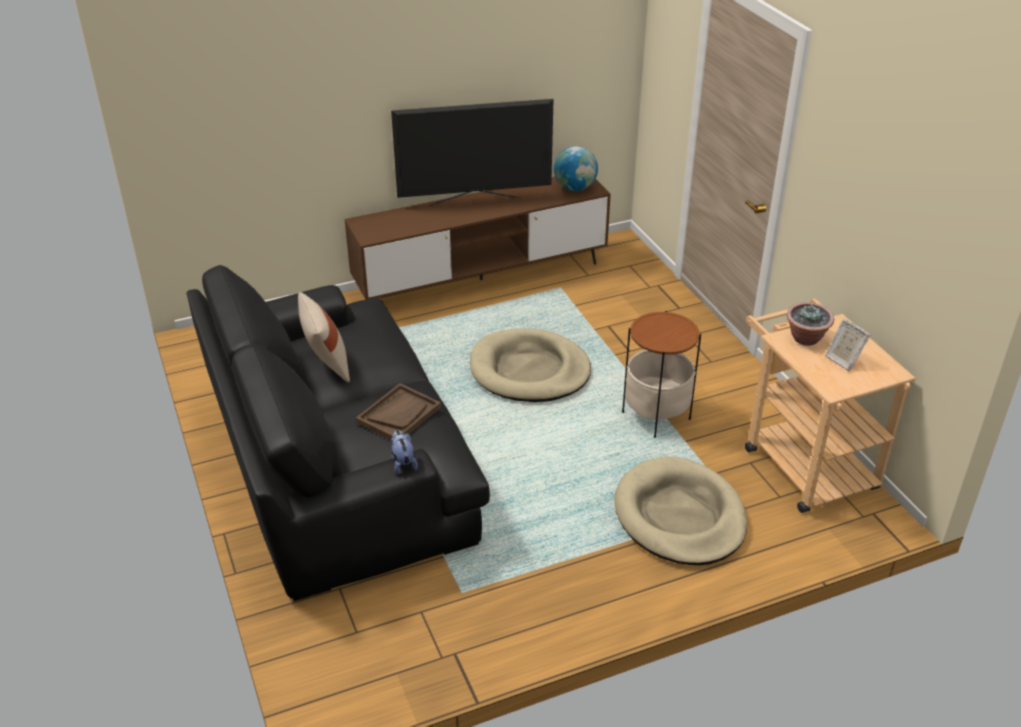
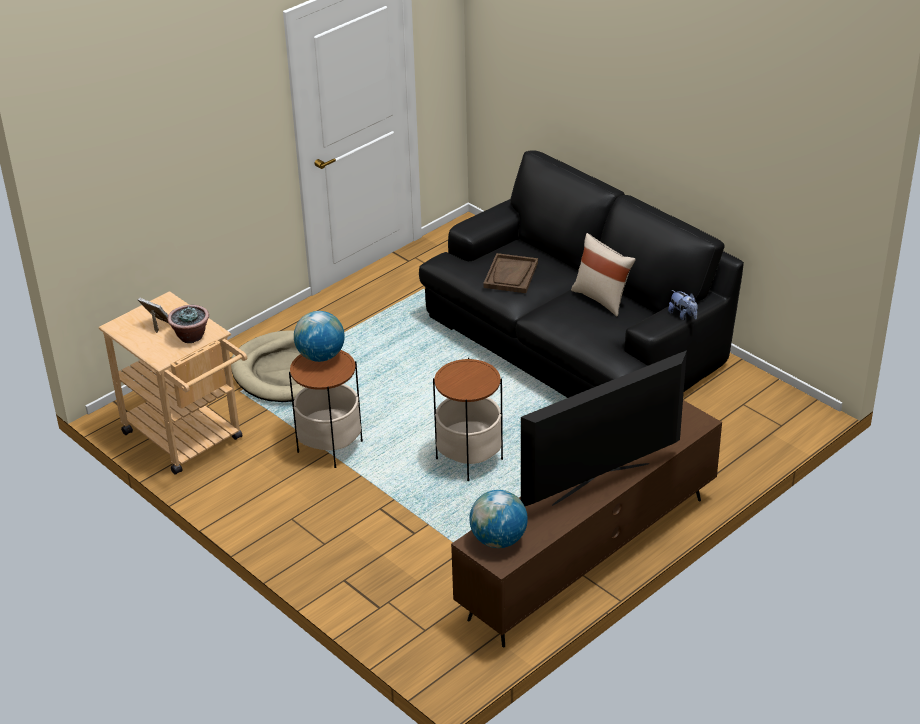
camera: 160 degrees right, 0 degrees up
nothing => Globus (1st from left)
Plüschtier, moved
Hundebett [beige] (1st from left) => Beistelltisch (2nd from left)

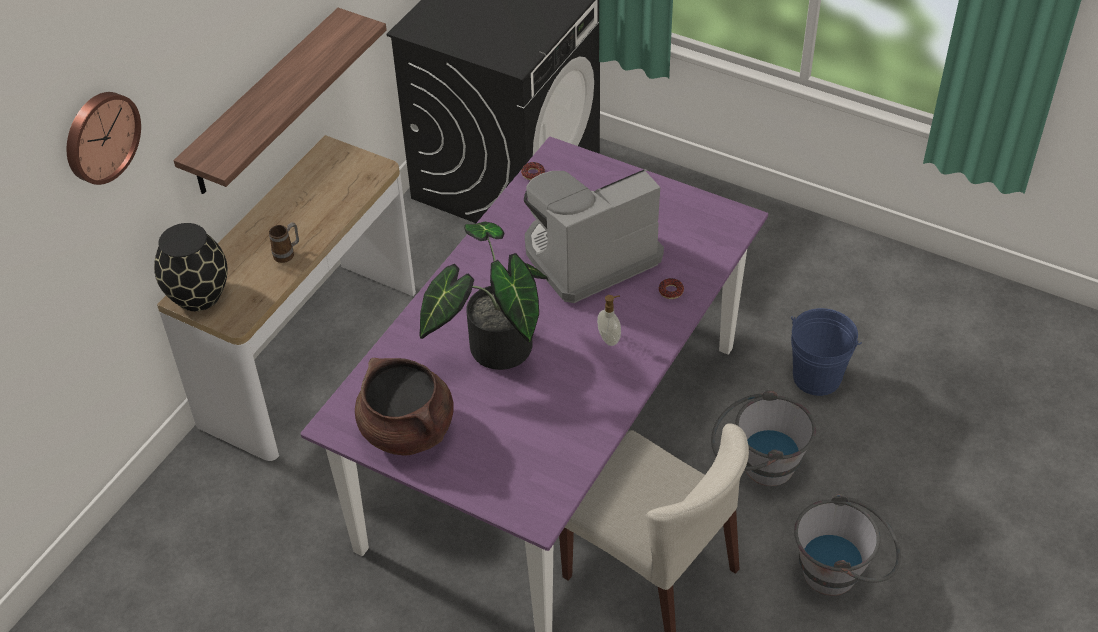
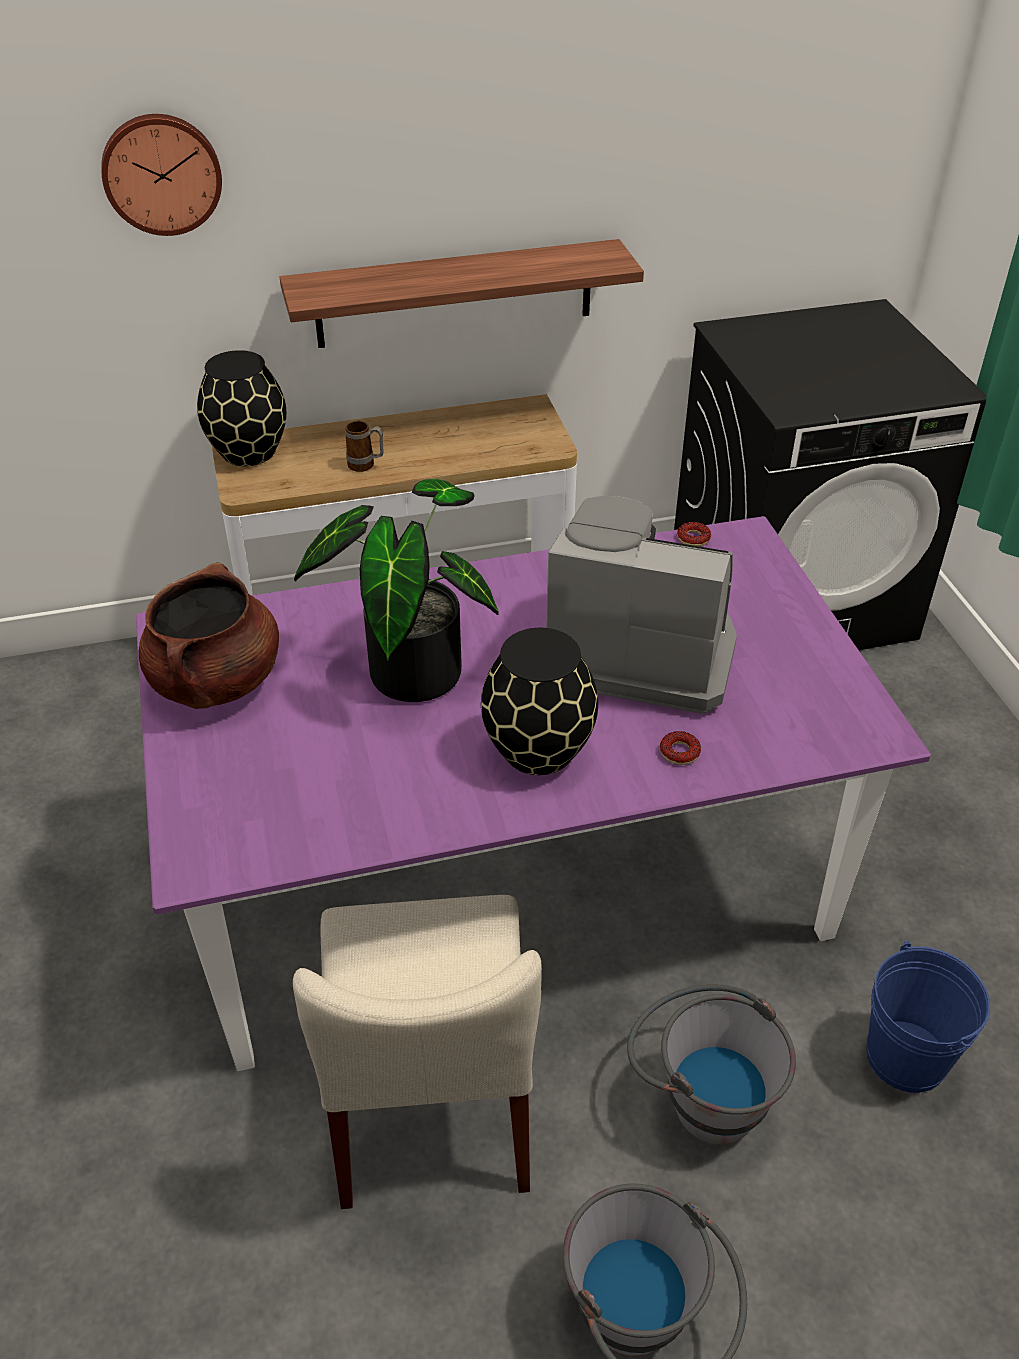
camera: 45 degrees right, 5 degrees down
Seifenspender => Vase [schwarz] (2nd from left)

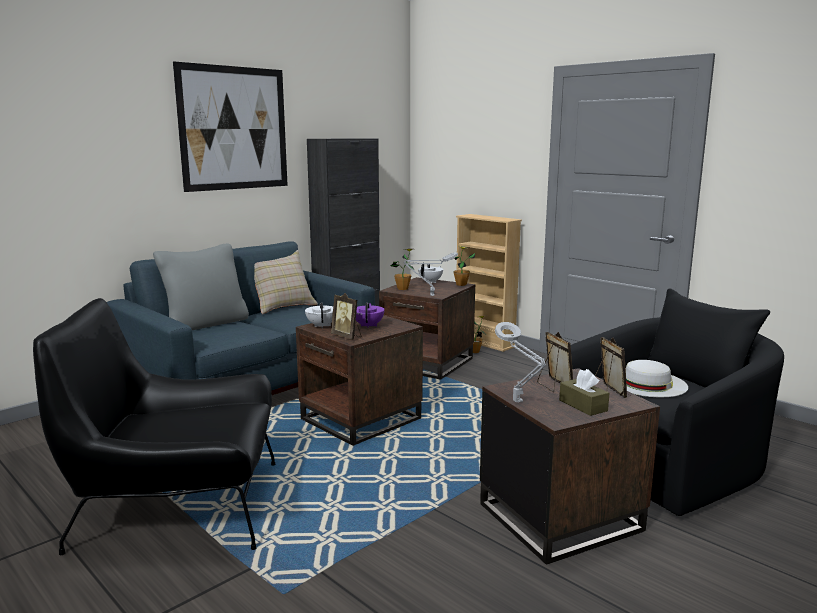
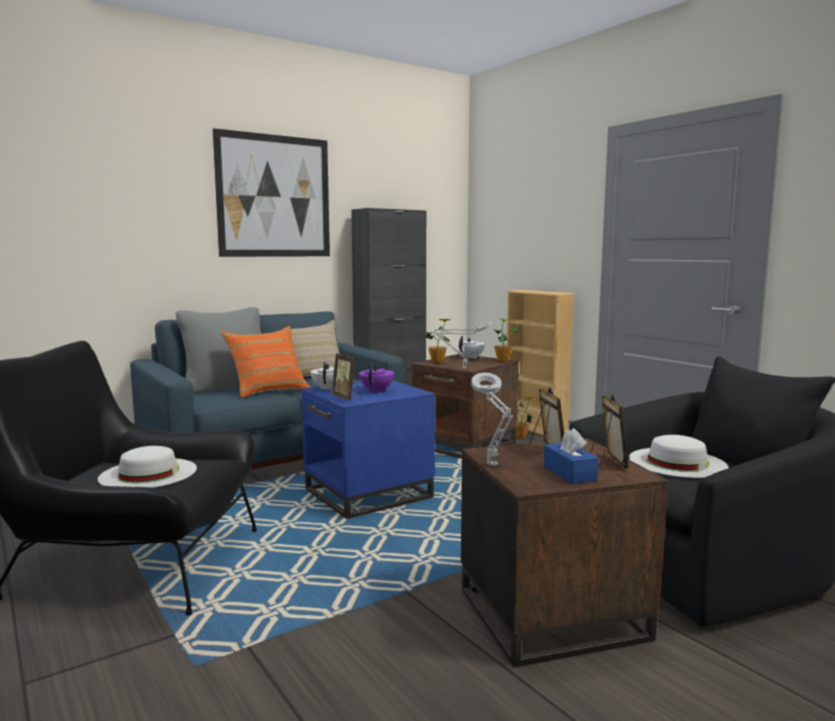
camera: 10 degrees right, 5 degrees down
nothing => Hut [weiß] (1st from left)
nothing => Kissen [orange]
Beistelltisch [braun] (1st from left) => Beistelltisch [blau]
Taschentuchbox [braun] => Taschentuchbox [blau]

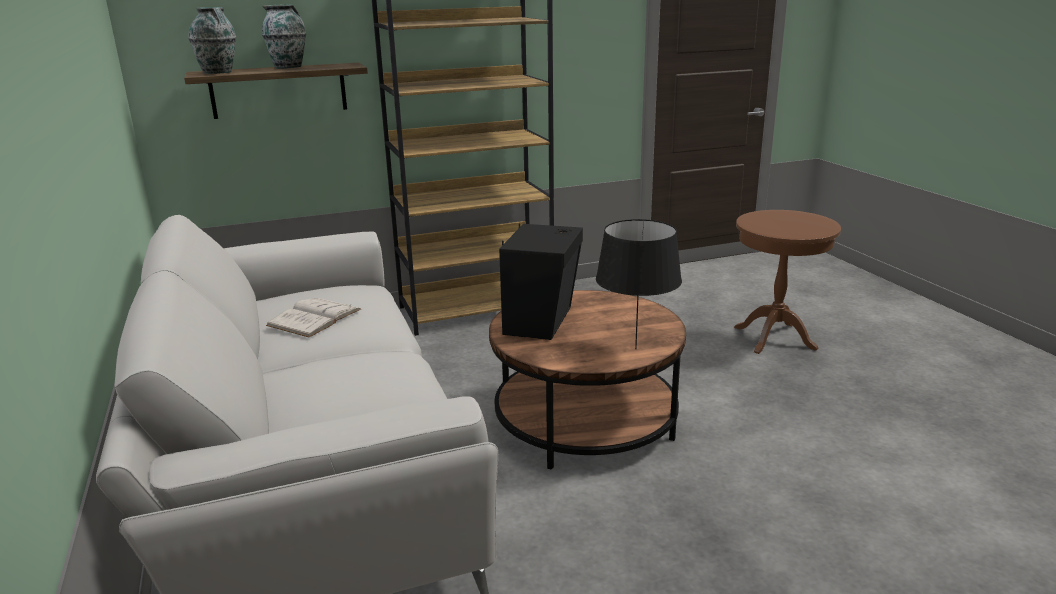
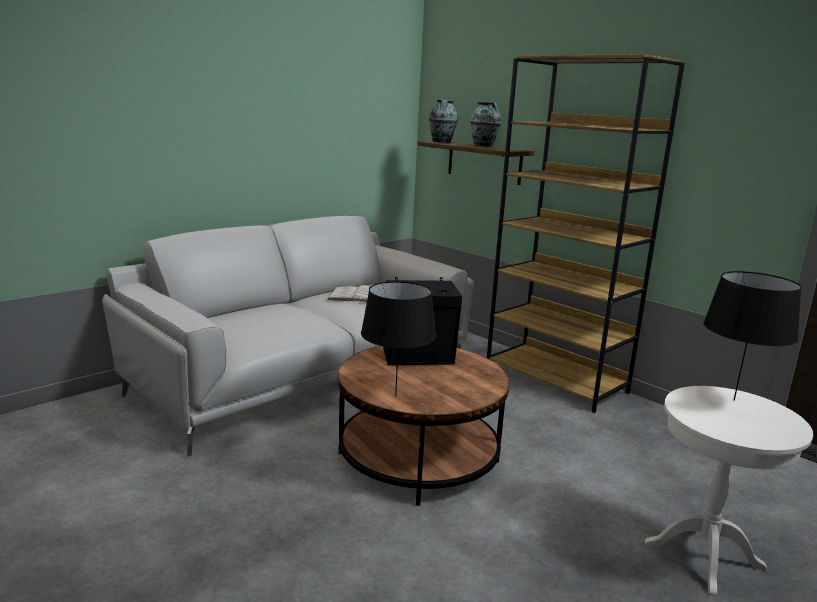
camera: 65 degrees right, 5 degrees down
nothing => Tischlampe [schwarz] (2nd from left)
Beistelltisch [braun] => Beistelltisch [weiß]

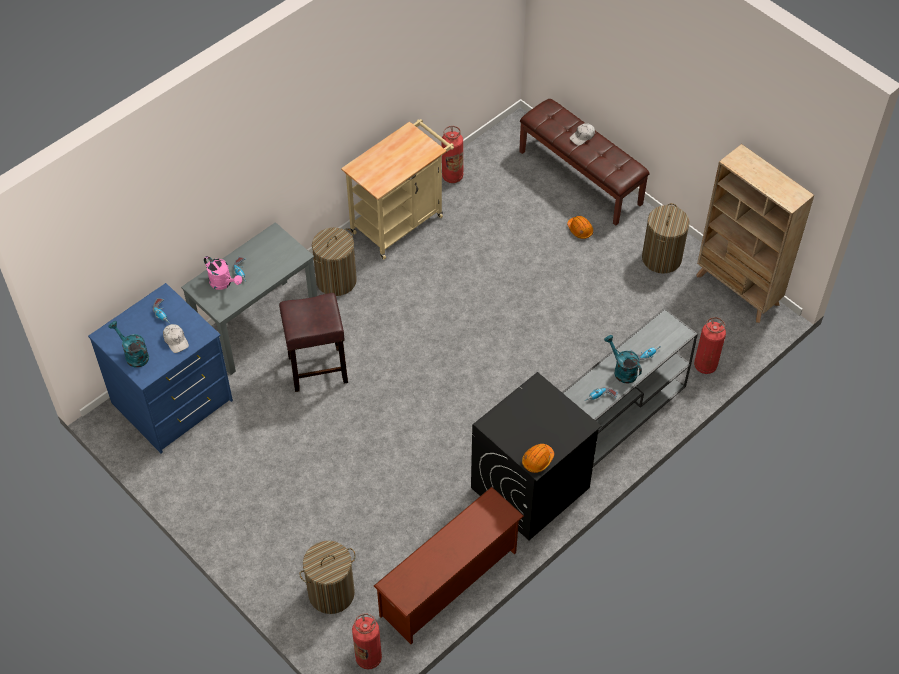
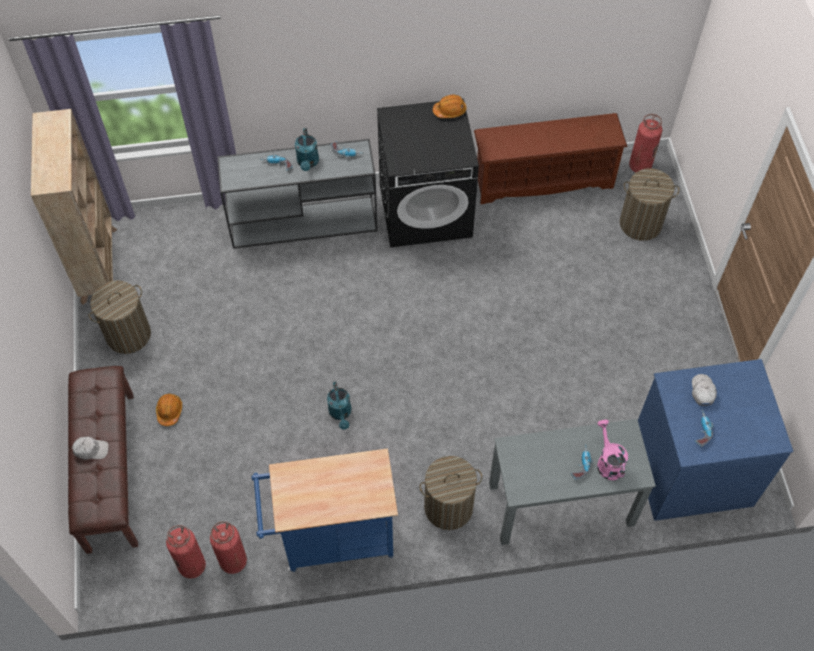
camera: 145 degrees left, 5 degrees up
Hocker [braun] => nothing
Gießkanne [türkis] (1st from left in the first image) => Gießkanne [türkis] (2nd from left), moved
Feuerlöscher (3rd from left in the first image) => Feuerlöscher (1st from left), moved
Rollwagen [beige] => Rollwagen [blau]

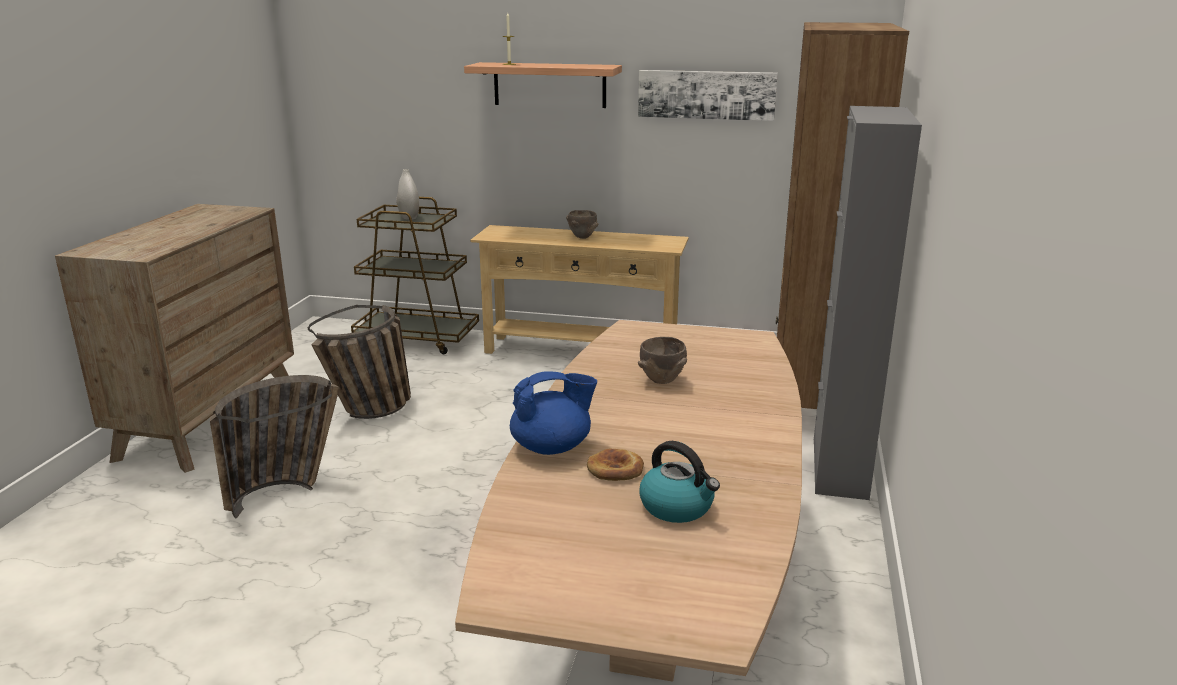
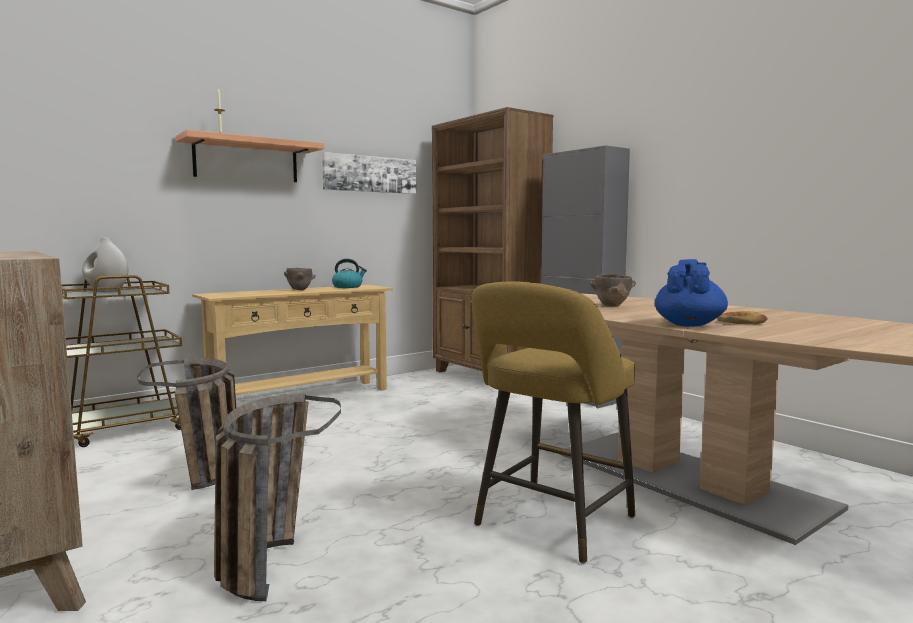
camera: 50 degrees left, 15 degrees down
nothing => Hocker [gelb]
Wasserkessel, moved

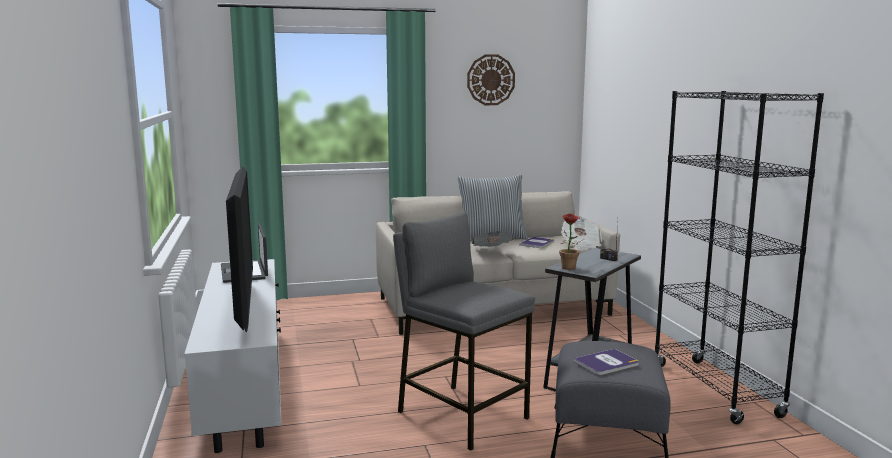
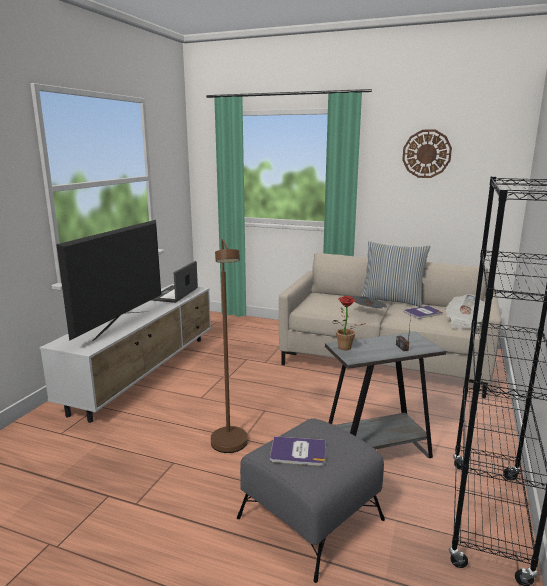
camera: 35 degrees right, 5 degrees up
Hocker [grau] => Stehlampe [braun]

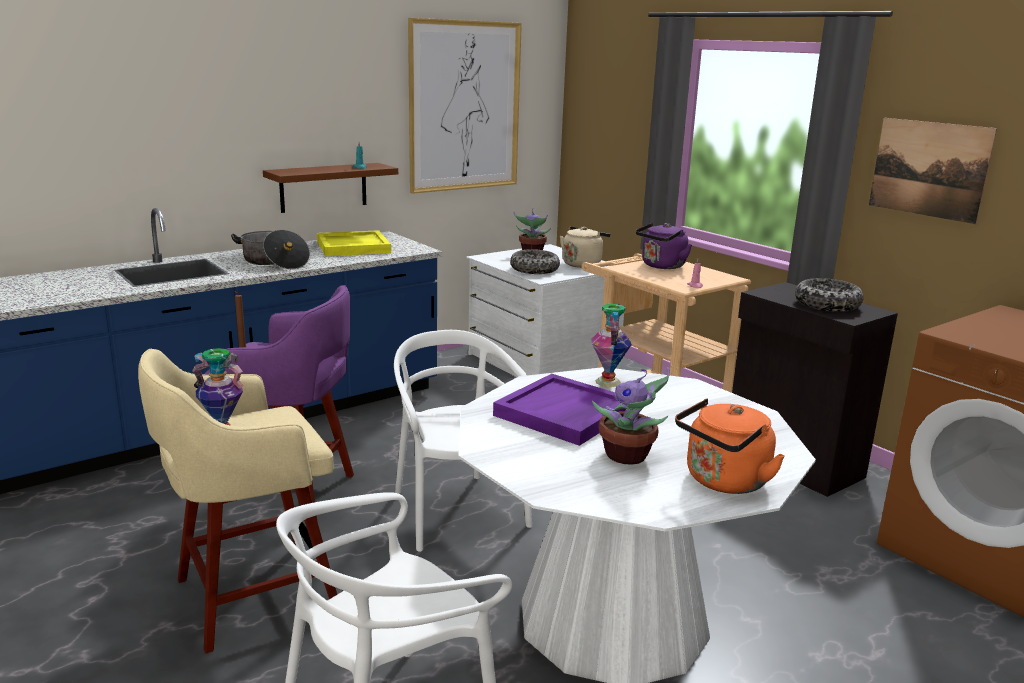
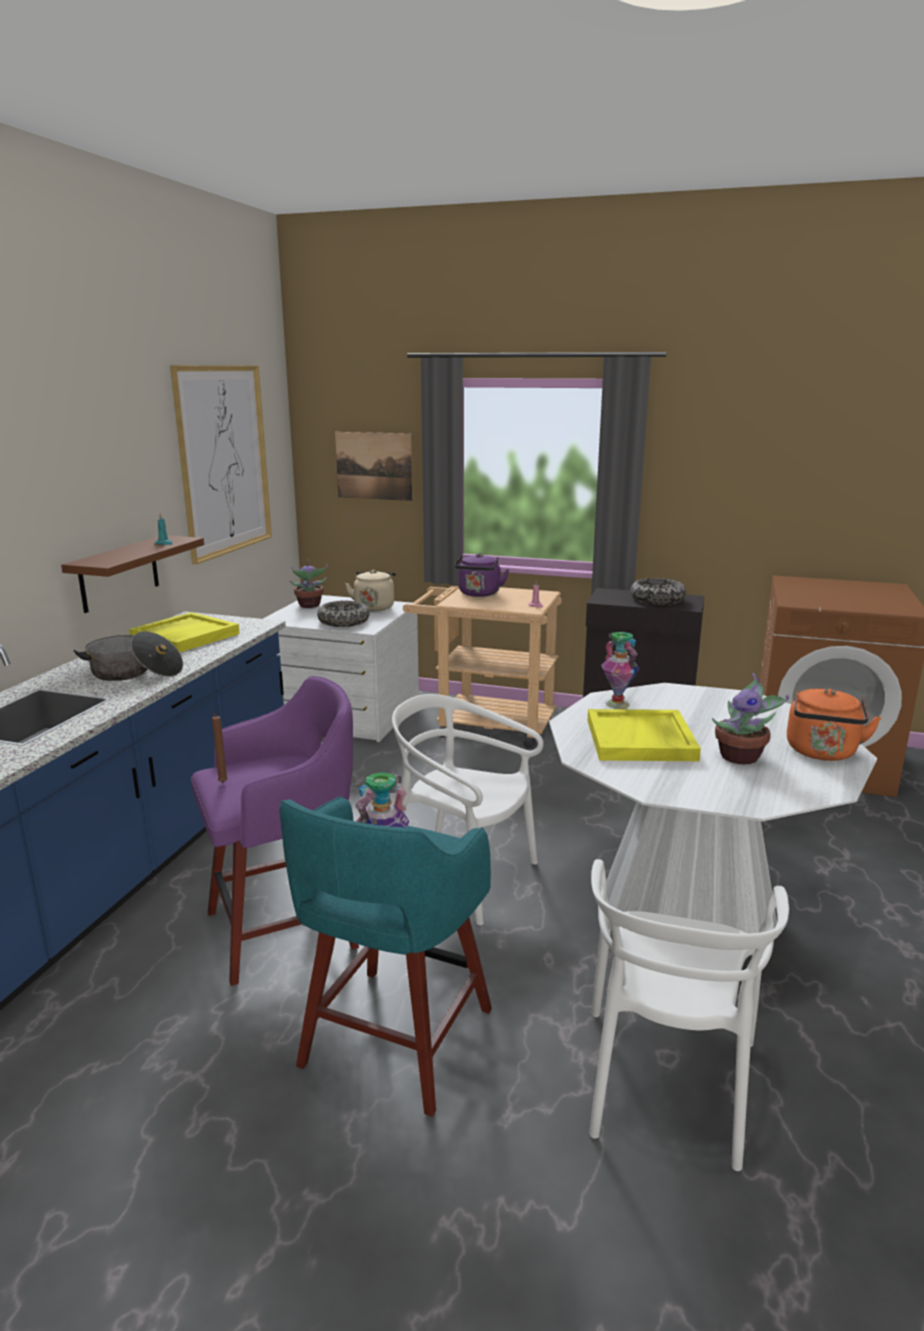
camera: 35 degrees left, 0 degrees up
Bild (2nd from left), moved
Hocker [beige] => Hocker [türkis]
Tablett [lila] => Tablett [gelb] (2nd from left)

